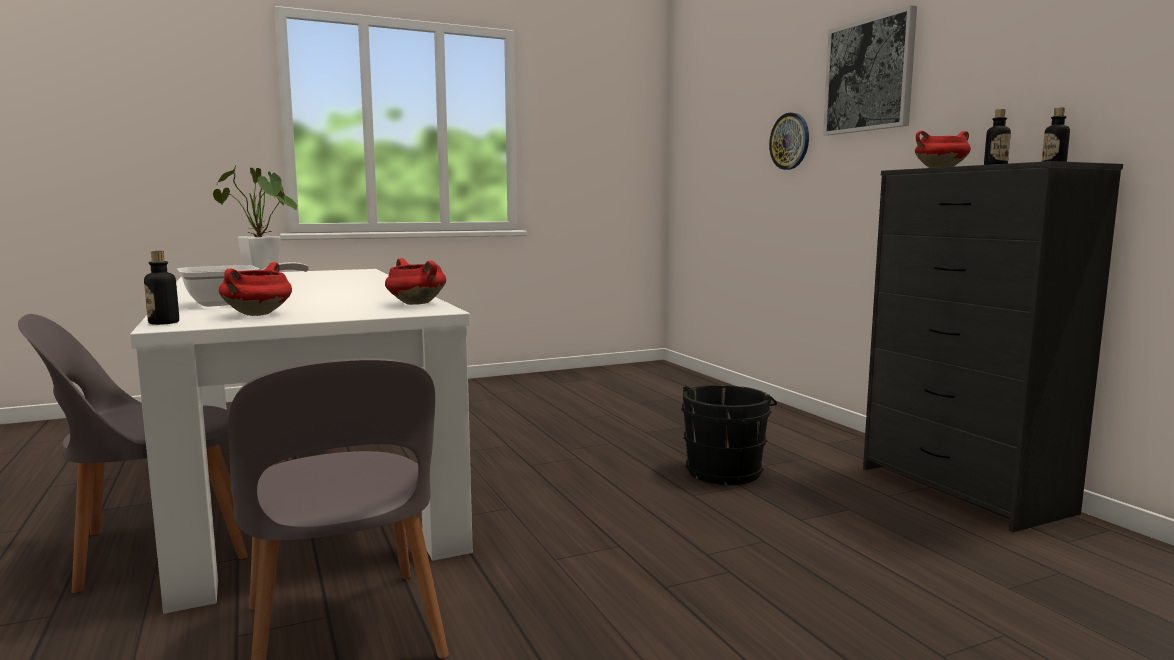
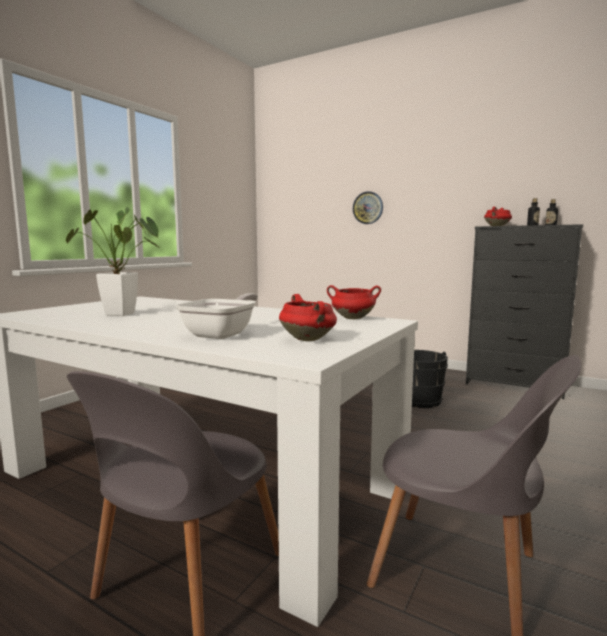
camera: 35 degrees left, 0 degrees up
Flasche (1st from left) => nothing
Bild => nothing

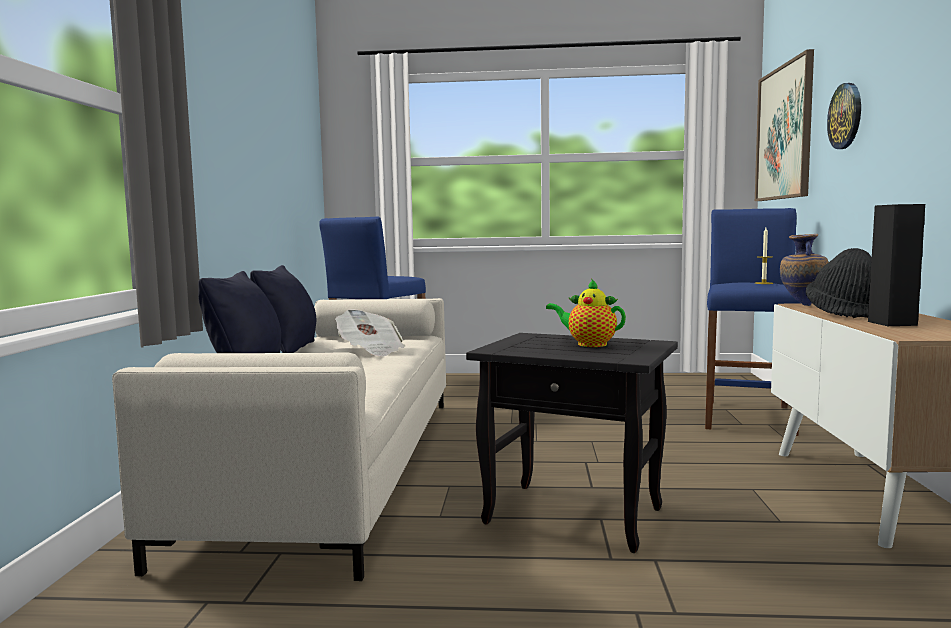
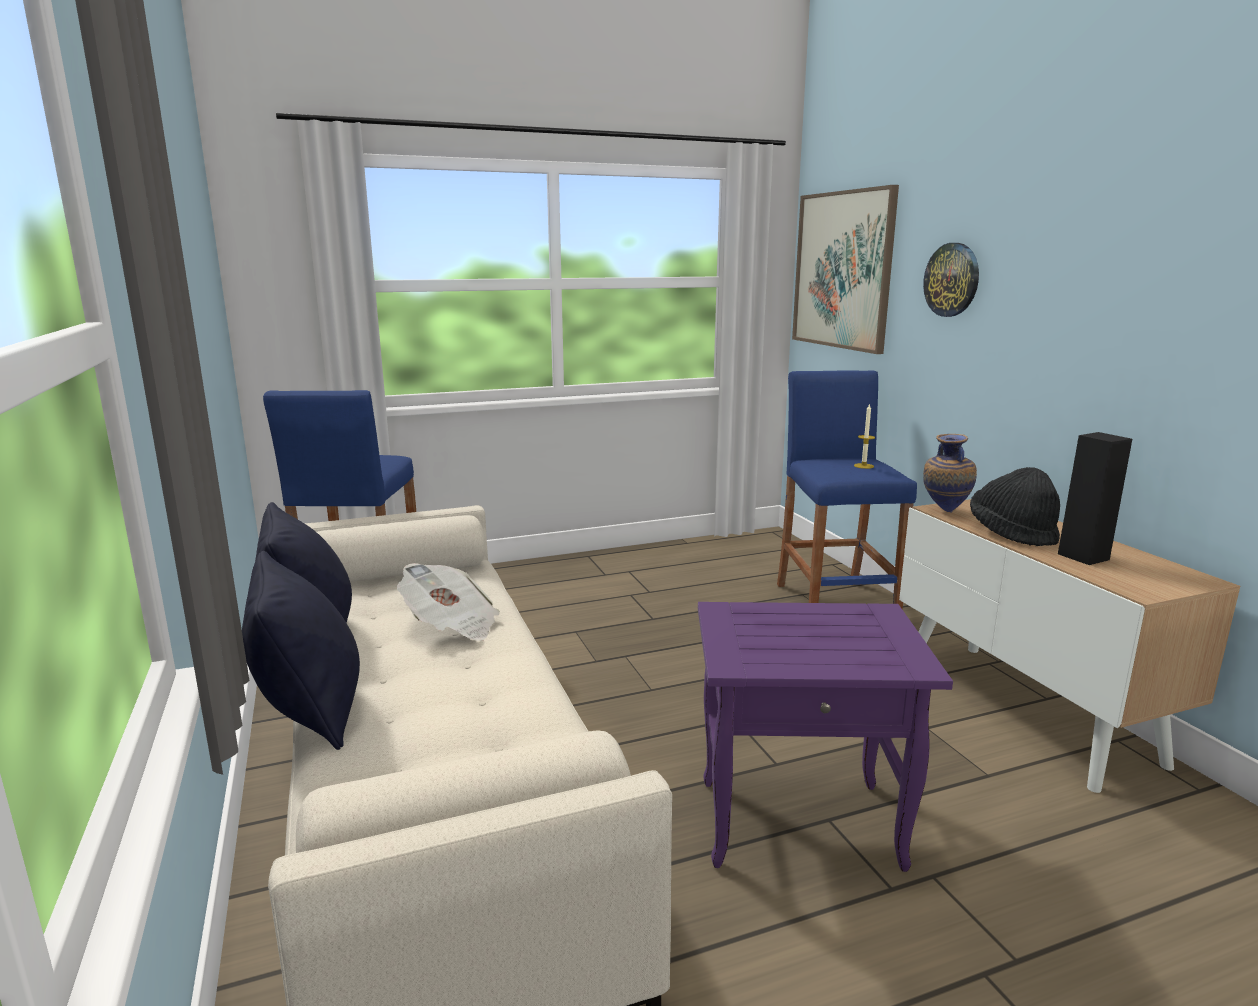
camera: 25 degrees left, 10 degrees up
Teekanne => nothing
Beistelltisch [schwarz] => Beistelltisch [lila]

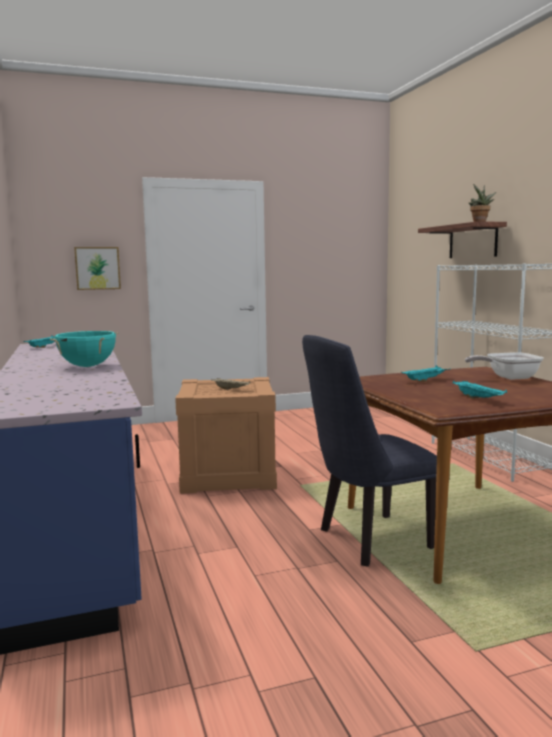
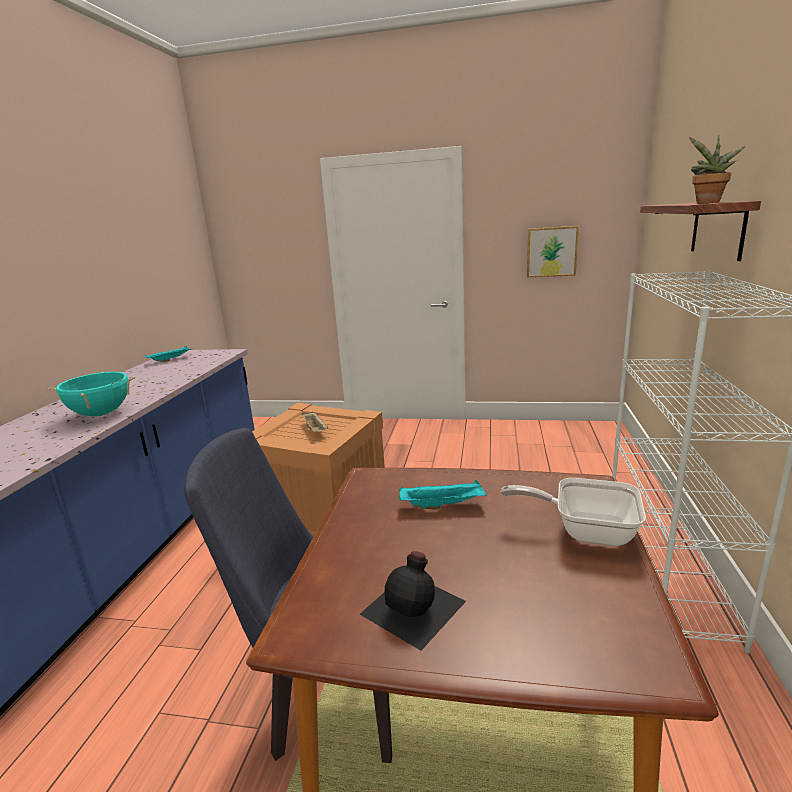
camera: 30 degrees right, 10 degrees up
Bild, moved
Tablett [türkis] (3rd from left) => Flasche [schwarz]

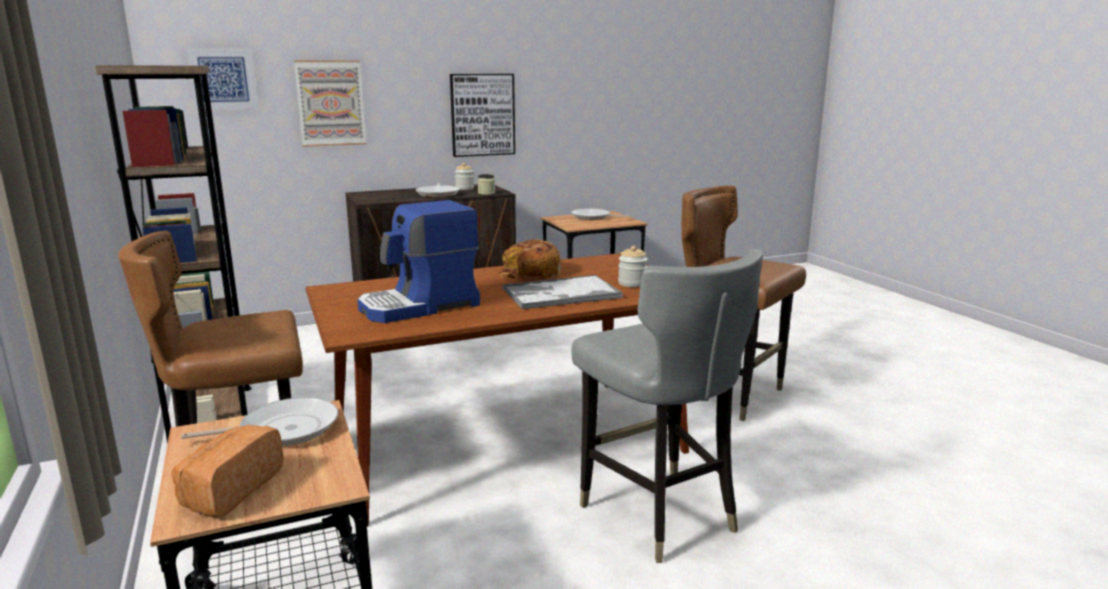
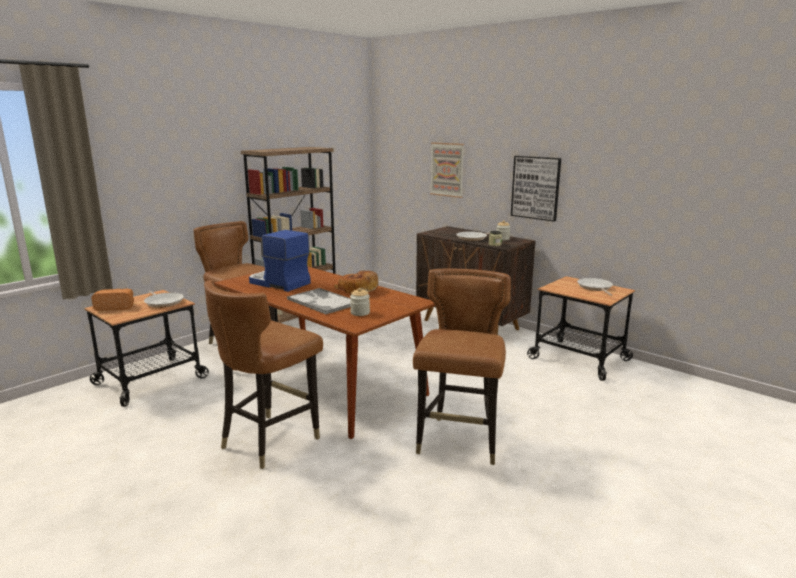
camera: 65 degrees right, 0 degrees up
Bild (1st from left) => nothing
Stuhl [grau] => Stuhl [braun] (2nd from left)

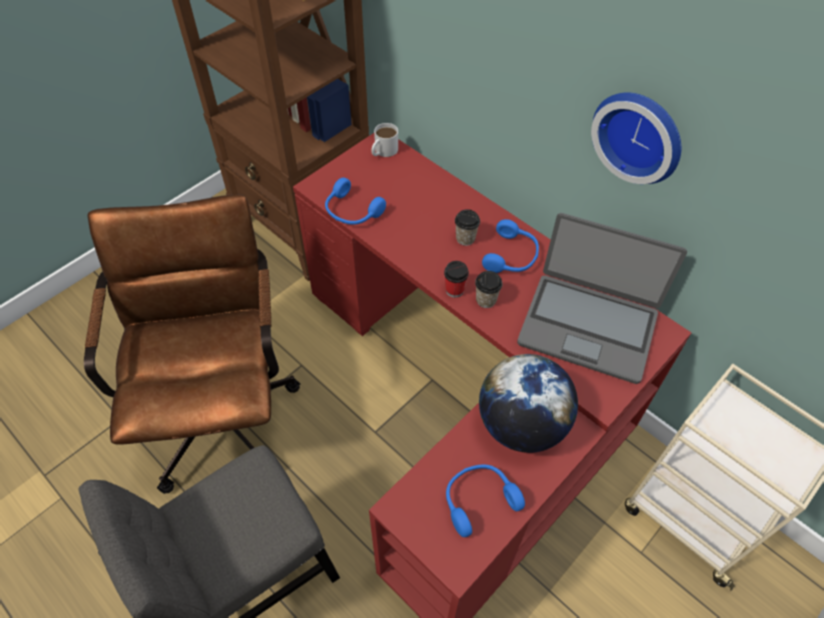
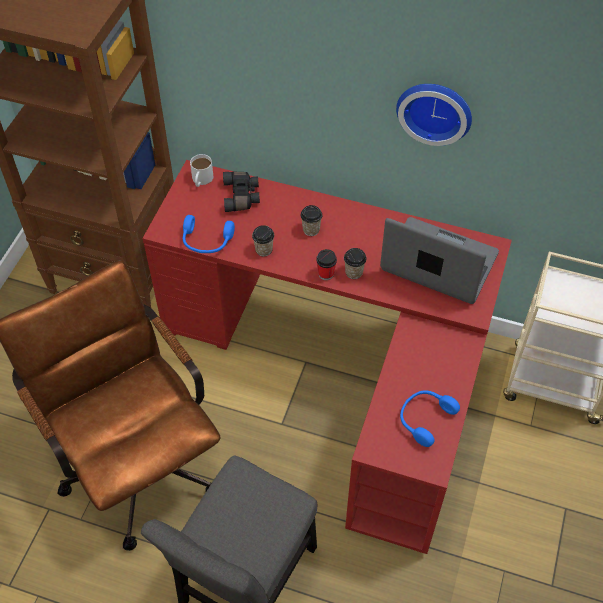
camera: 25 degrees left, 0 degrees up
Globus => nothing
Kopfhörer [blau] (3rd from left) => nothing
nothing => Fernglas [schwarz]
nothing => Tasse (1st from left)
Laptop, 150 degrees counterclockwise

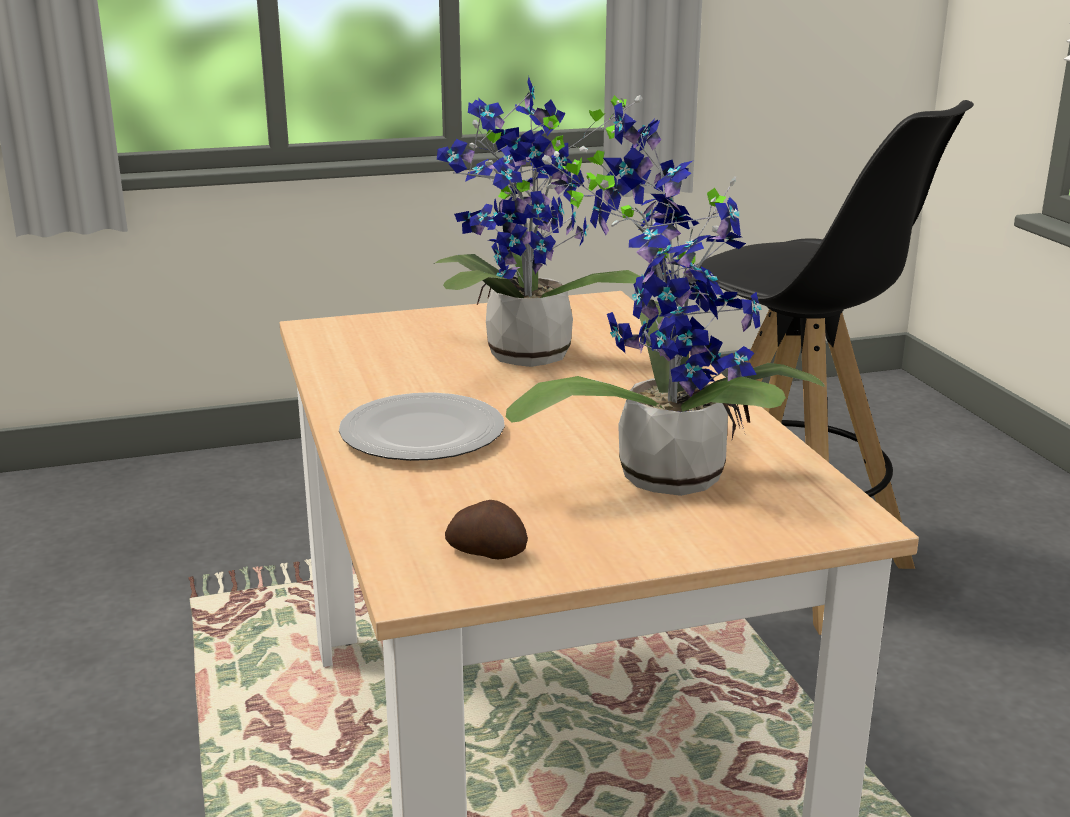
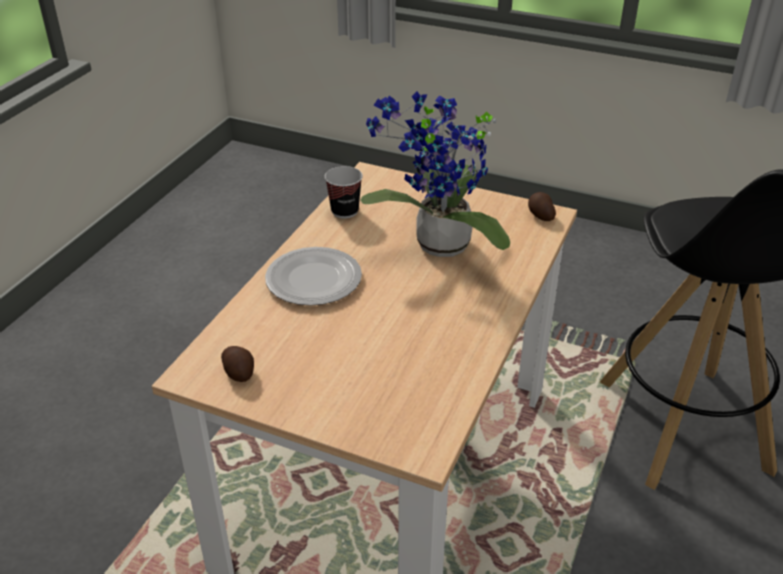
camera: 40 degrees right, 15 degrees up
Topfpflanze (2nd from left) => nothing
nothing => Tasse
nothing => Kartoffel (2nd from left)

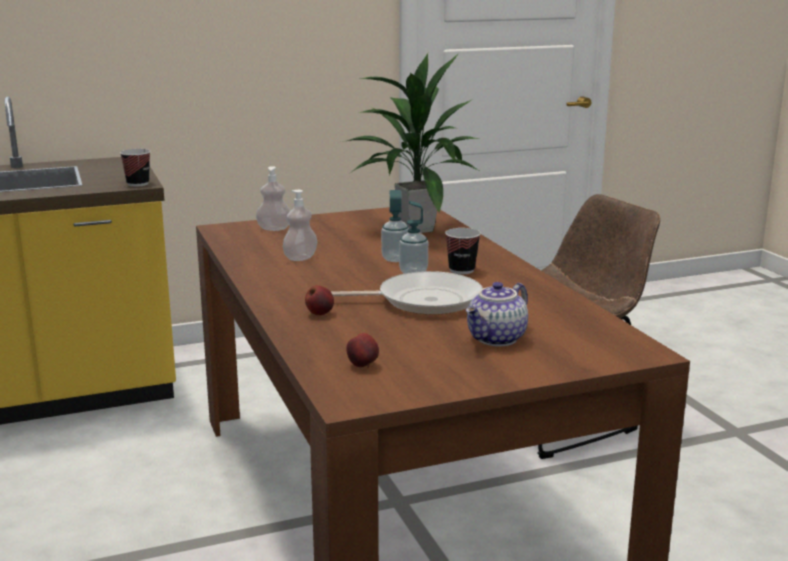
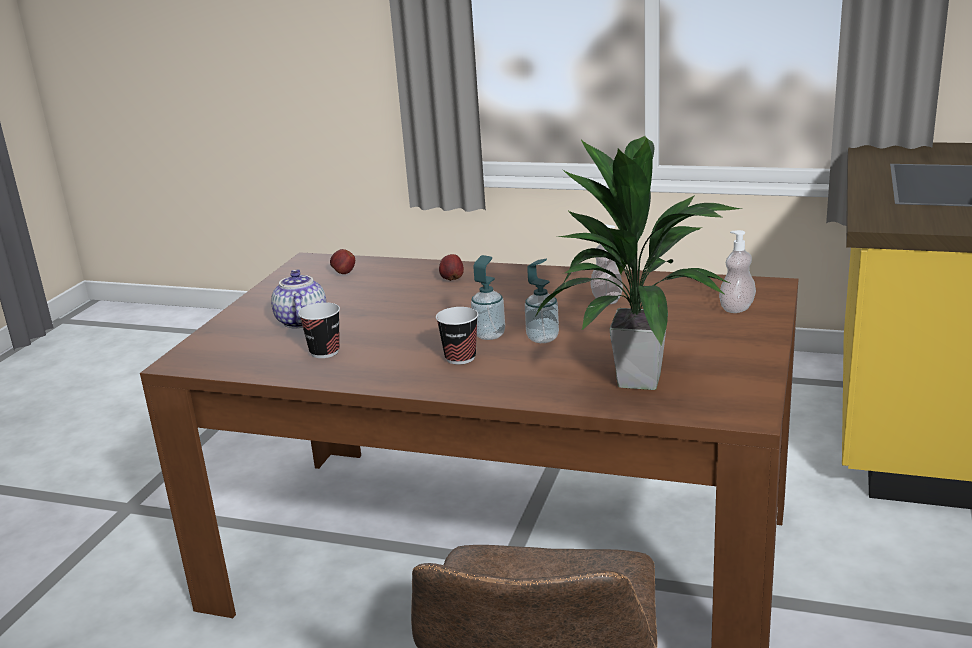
camera: 130 degrees right, 5 degrees up
Pfanne => nothing
Tasse (1st from left), moved

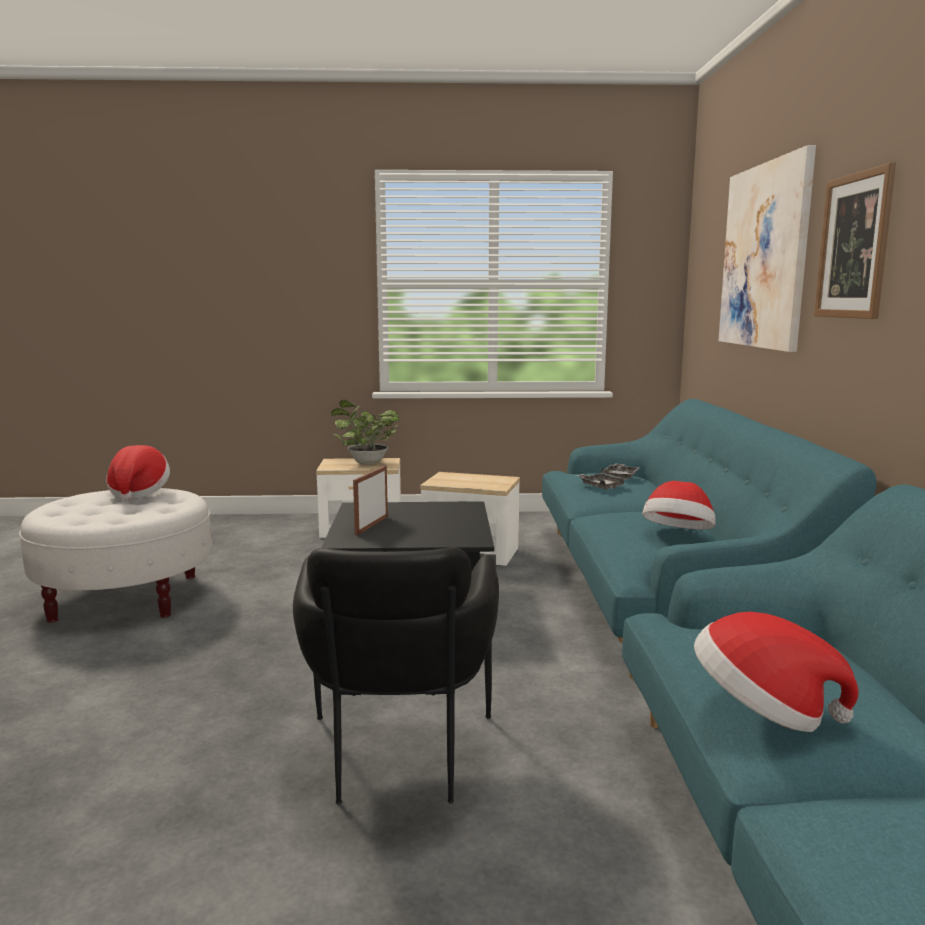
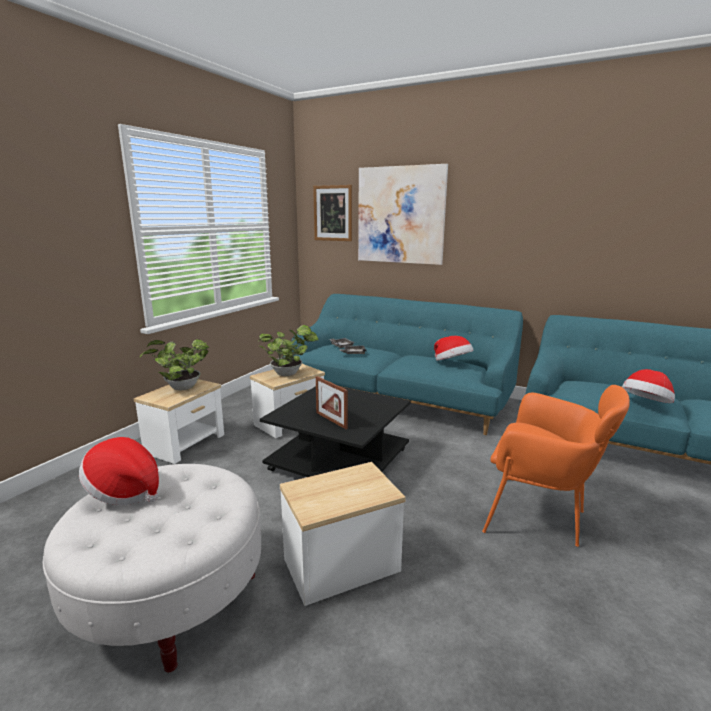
camera: 60 degrees left, 5 degrees up
nothing => Topfpflanze (2nd from left)
nothing => Beistelltisch (3rd from left)
Bild (2nd from left in the first image) => Bild (1st from left), moved
Sessel [schwarz] => Sessel [orange]

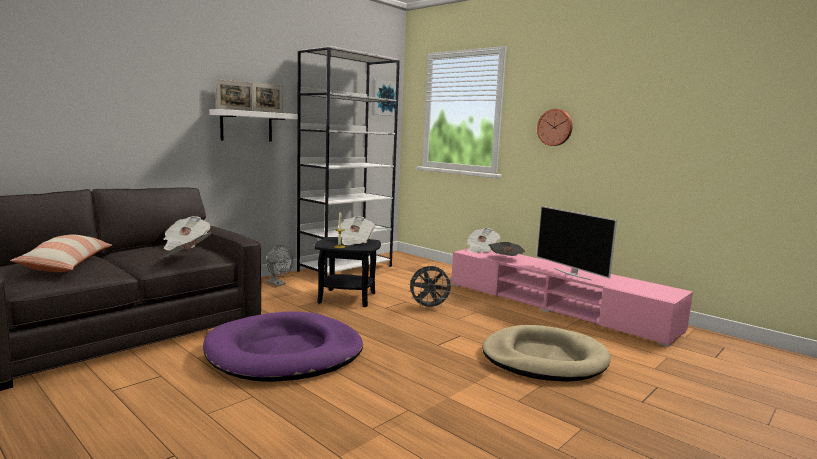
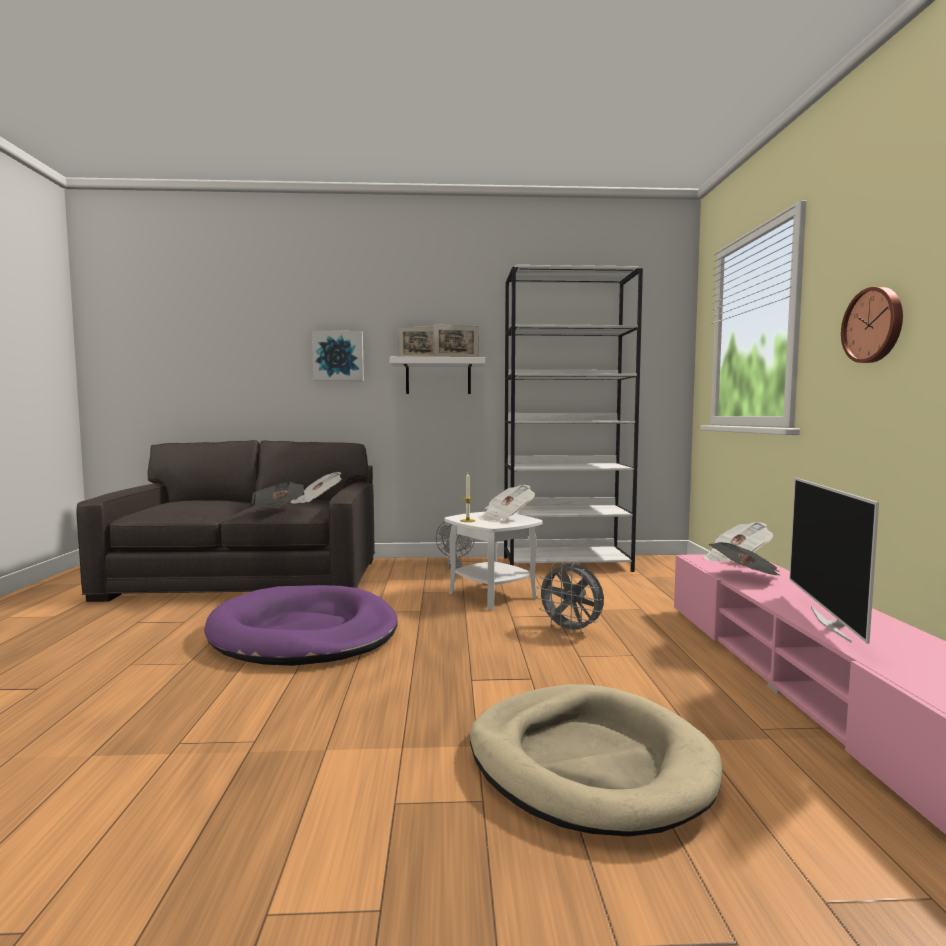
camera: 45 degrees right, 5 degrees down
Kissen => nothing
Bild, moved
Beistelltisch [schwarz] => Beistelltisch [weiß]

